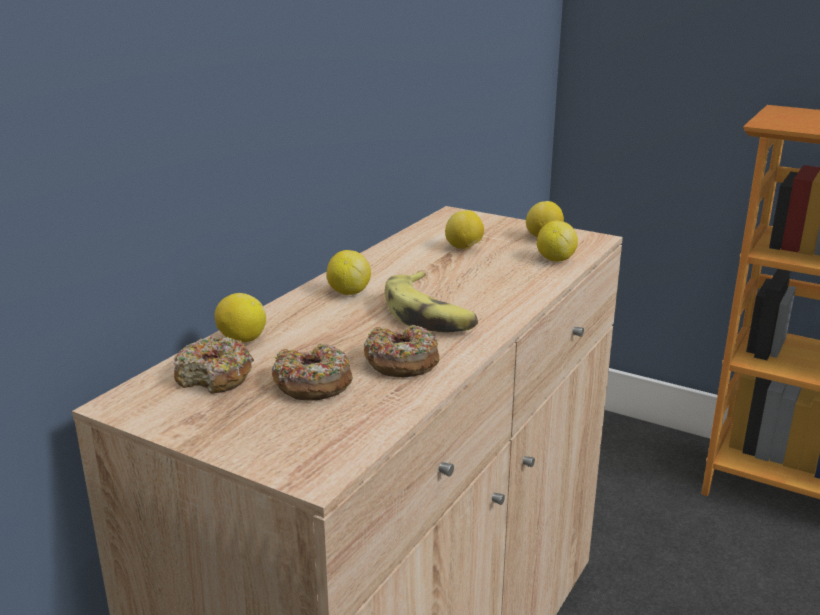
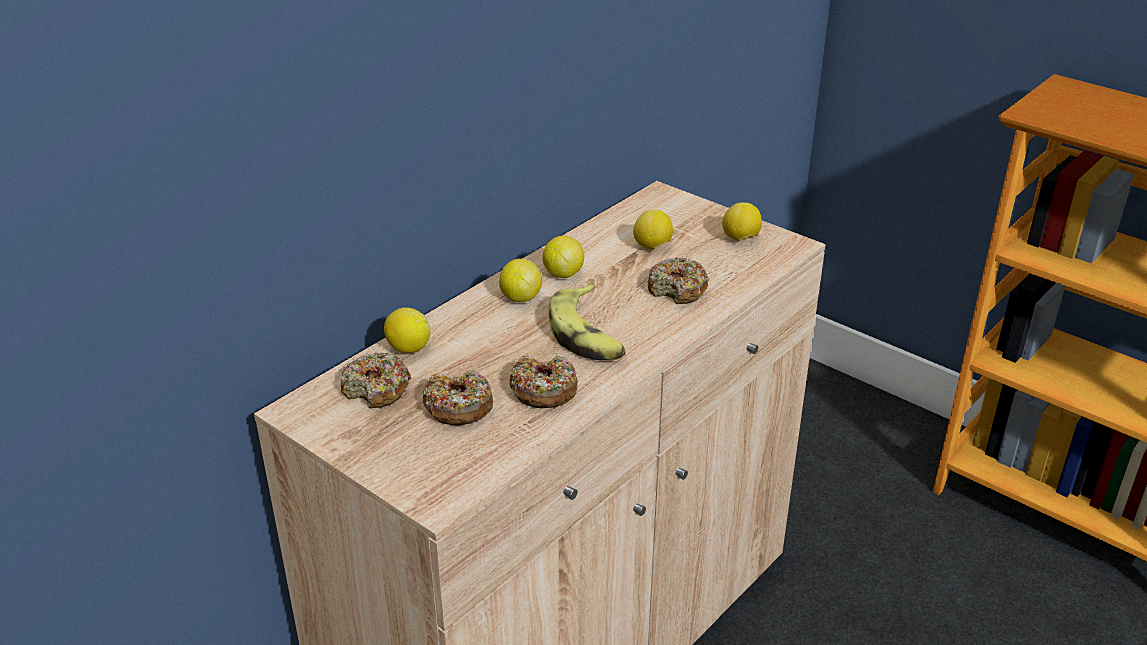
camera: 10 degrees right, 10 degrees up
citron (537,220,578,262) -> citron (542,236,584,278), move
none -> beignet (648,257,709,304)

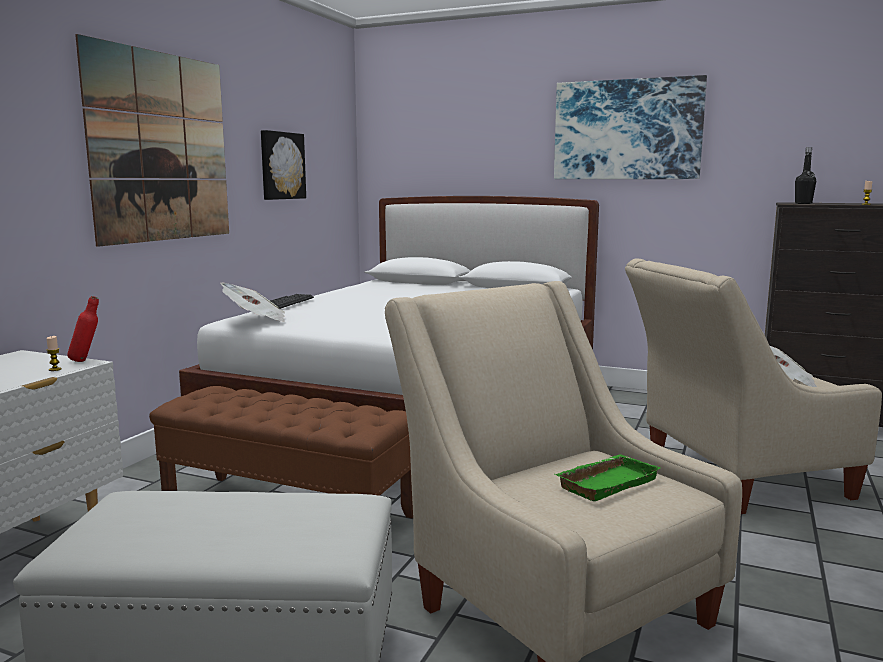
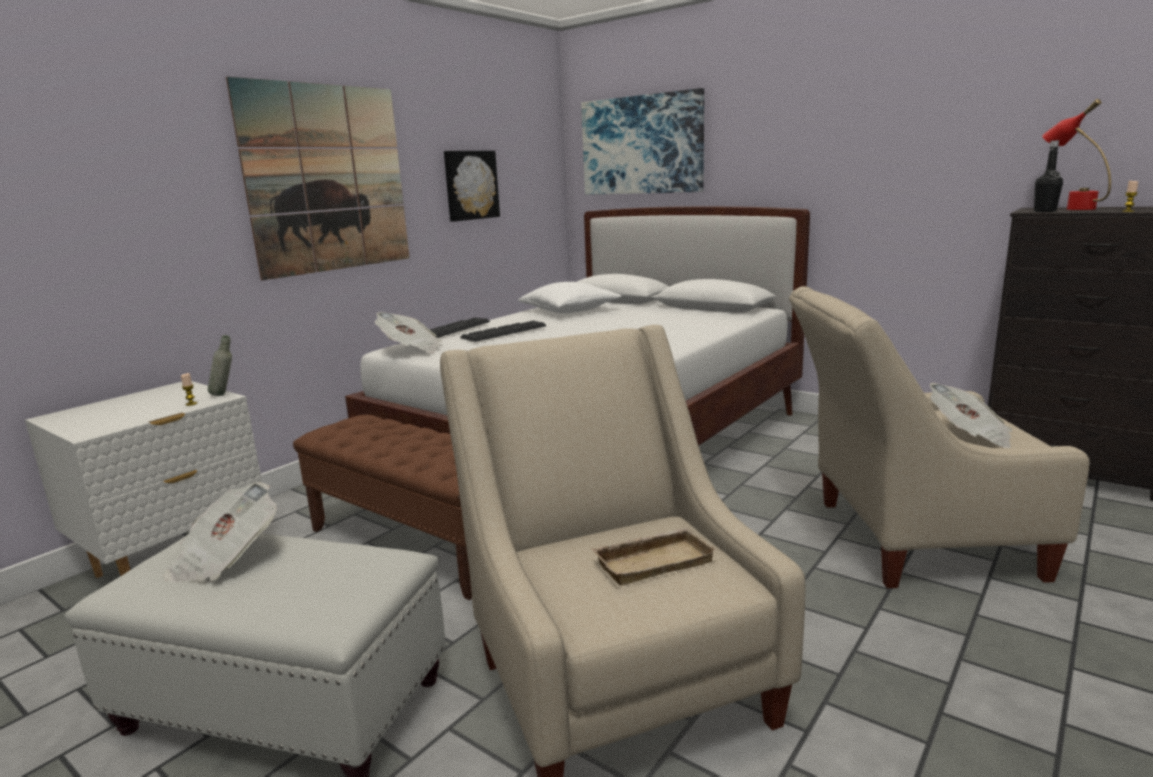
camera: 15 degrees right, 5 degrees up
none -> journal (164,482,277,582)
bouteille [rouge] (68,296,99,362) -> bouteille [gris] (208,335,232,396)
none -> clavier (460,321,546,342)
none -> coussin [blanc] (518,282,622,313)
tableau (554,75,707,179) -> tableau (581,88,704,195), move
plateau [vert] (555,454,660,501) -> plateau [beige] (592,528,717,585)
none -> lampe de table [rouge] (1042,99,1111,210)

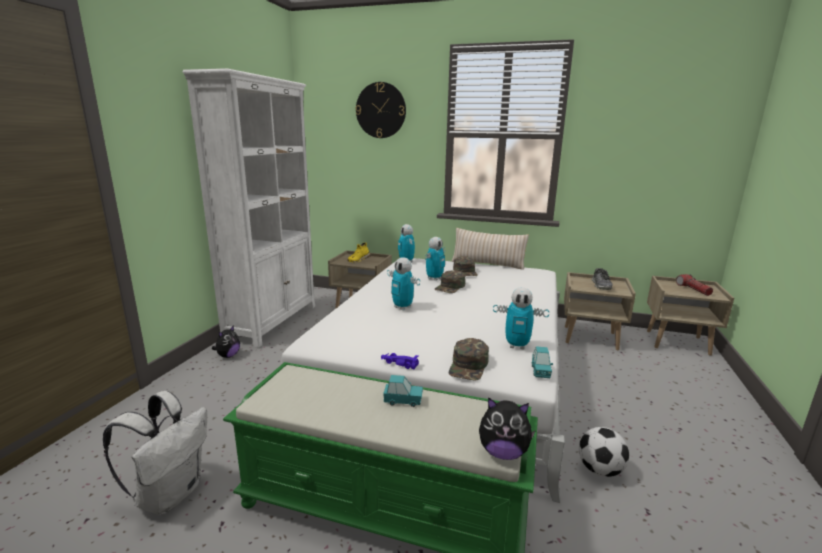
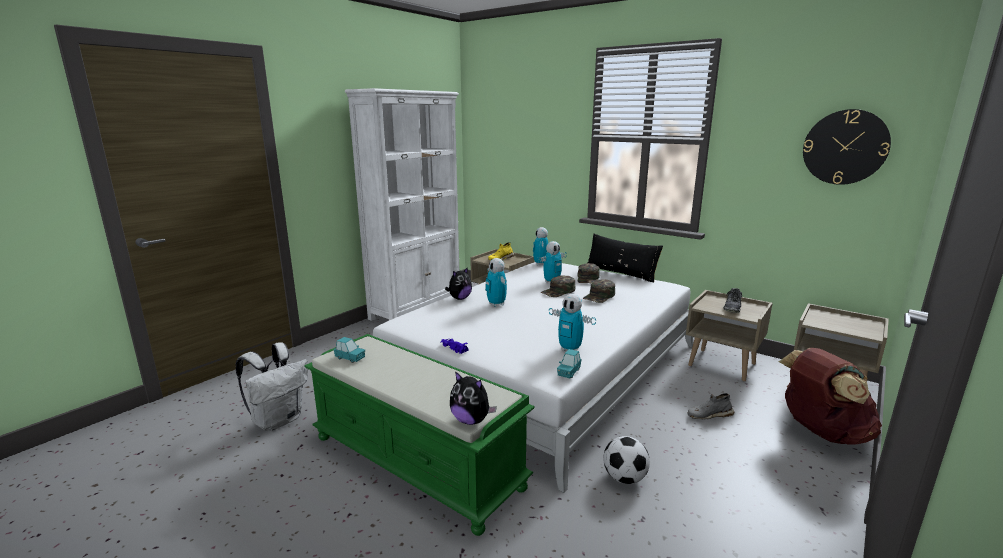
camera: 20 degrees right, 0 degrees up
petite voiture [turquoise] (383,375,423,407) -> petite voiture [turquoise] (334,337,365,363), move
peluche (212,325,240,358) -> peluche (445,267,472,300), move
casquette [vert] (449,338,489,381) -> casquette [vert] (583,279,615,303), move
coussin [beige] (451,228,529,270) -> coussin [noir] (588,234,663,282)
none -> chaussure [gris] (687,393,735,419)
none -> sac à dos [marron] (778,348,882,444)
horloge murale (355,82,406,138) -> horloge murale (803,109,891,185), move
lampe de poche (676,274,713,296) -> none

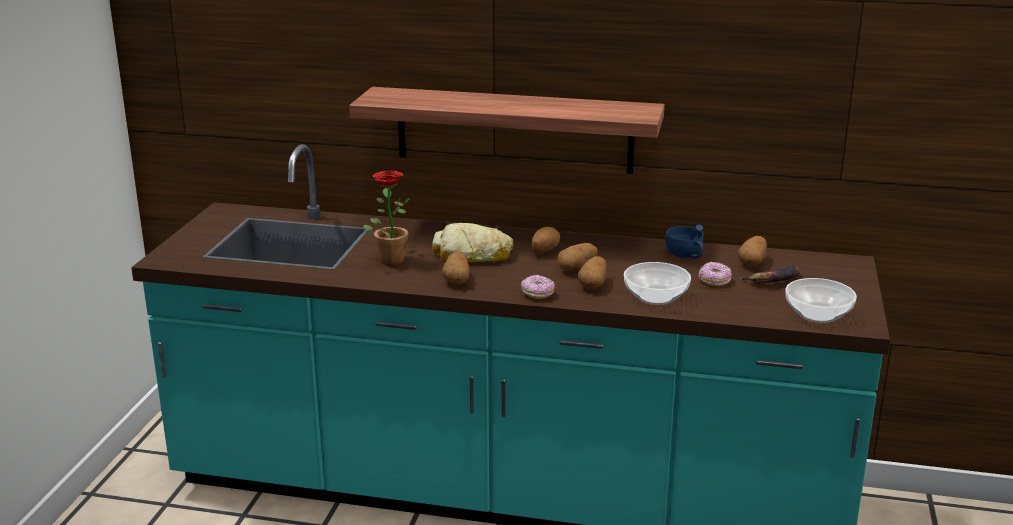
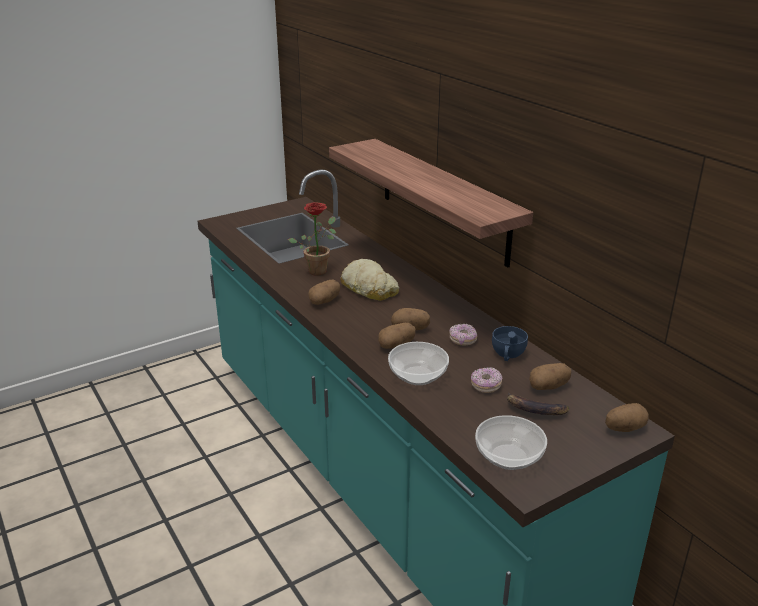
camera: 45 degrees right, 5 degrees up
beignet (521,275,555,299) -> beignet (449,324,477,345), move
pomme de terre (531,227,560,254) -> pomme de terre (605,403,649,432), move

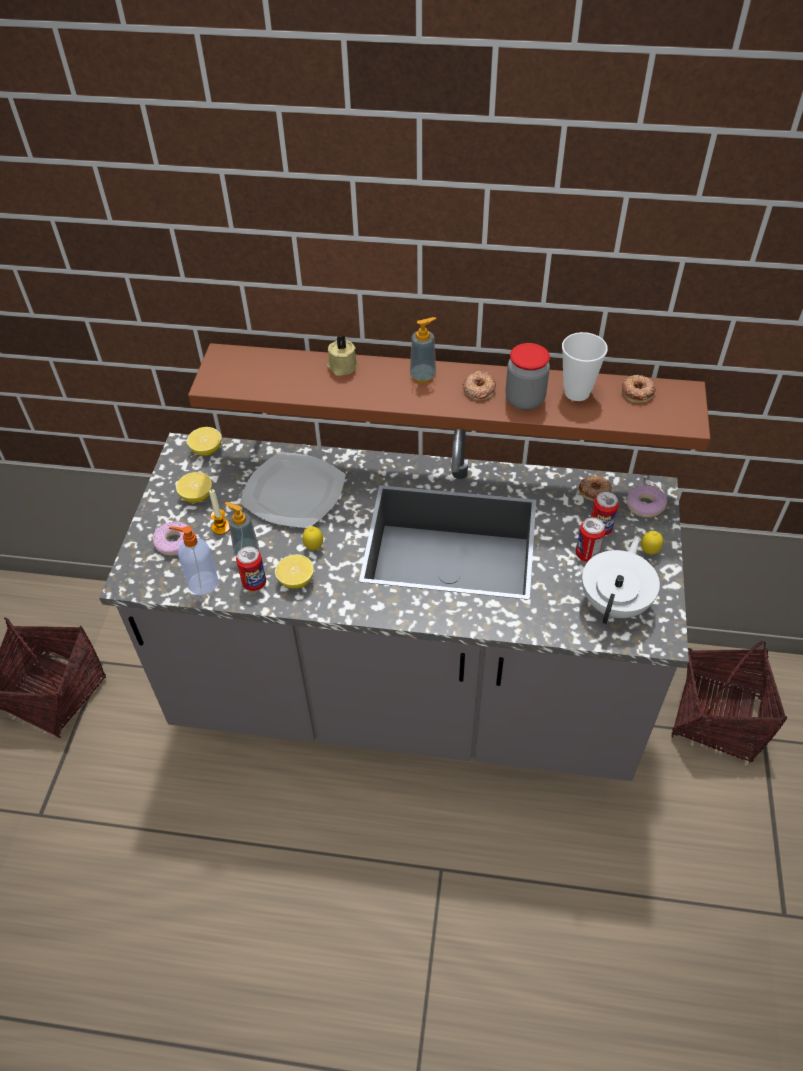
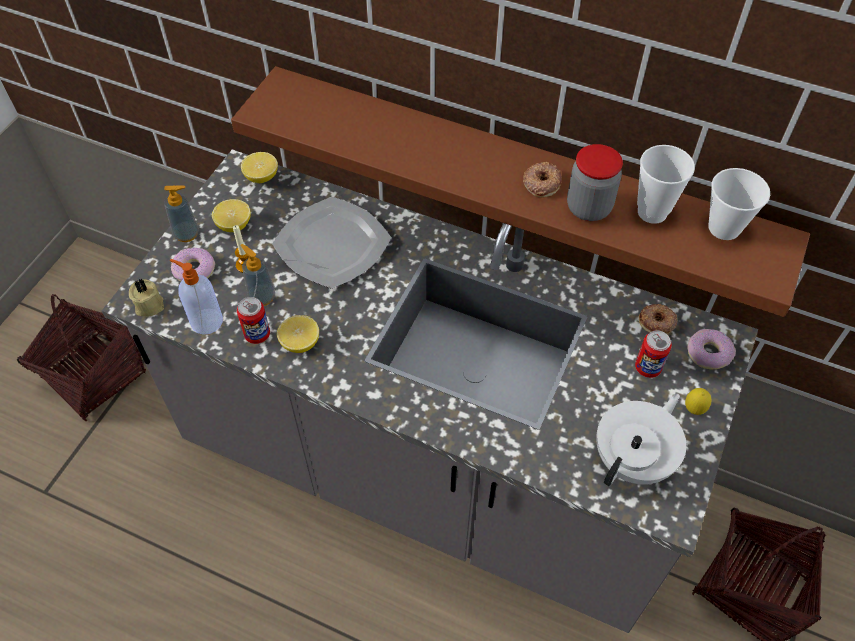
camera: 15 degrees right, 5 degrees up
bougie [beige] (327,335,358,376) -> bougie [beige] (129,279,164,316), move
distributeur de savon (410,317,437,383) -> distributeur de savon (164,185,199,242), move
beignet (622,375,656,403) -> tasse (709,168,770,240)
citron (302,526,323,550) -> none
boîte métallique (576,517,605,562) -> none

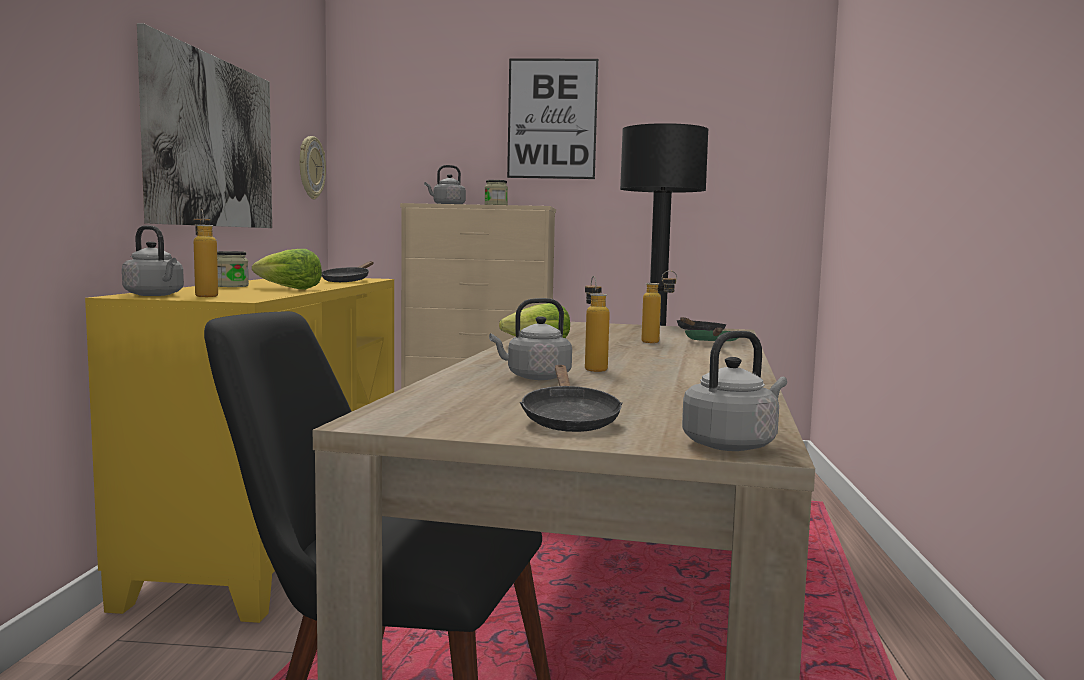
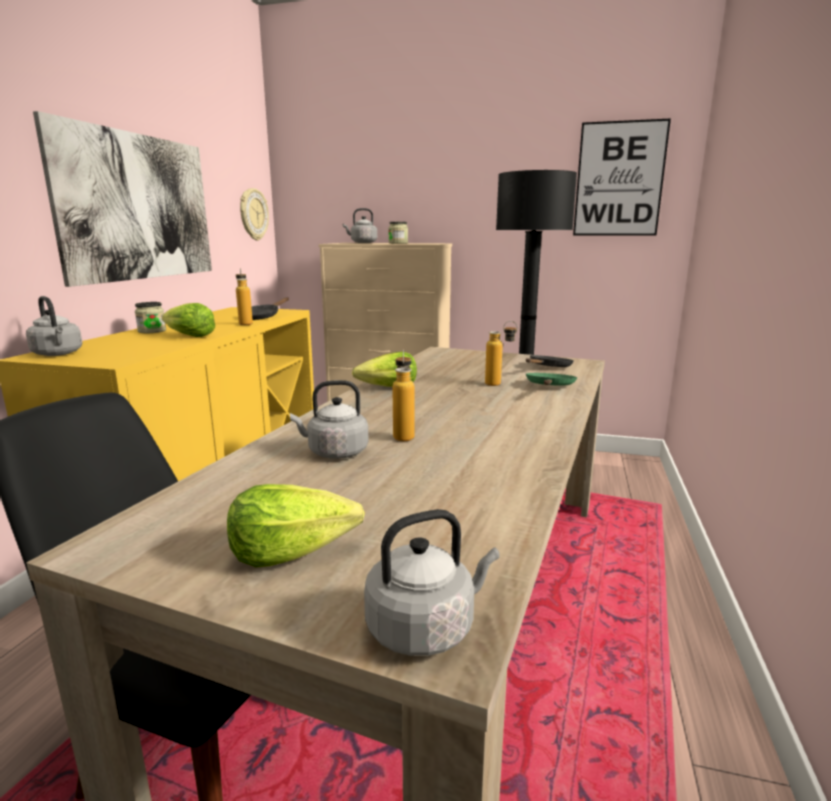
camera: 10 degrees right, 10 degrees up
poêle [noir] (520,365,623,432) -> laitue (227,484,365,568)
bouteille (194,209,218,297) -> bouteille (236,268,253,325), move
tableau (507,58,598,179) -> tableau (573,118,671,236), move

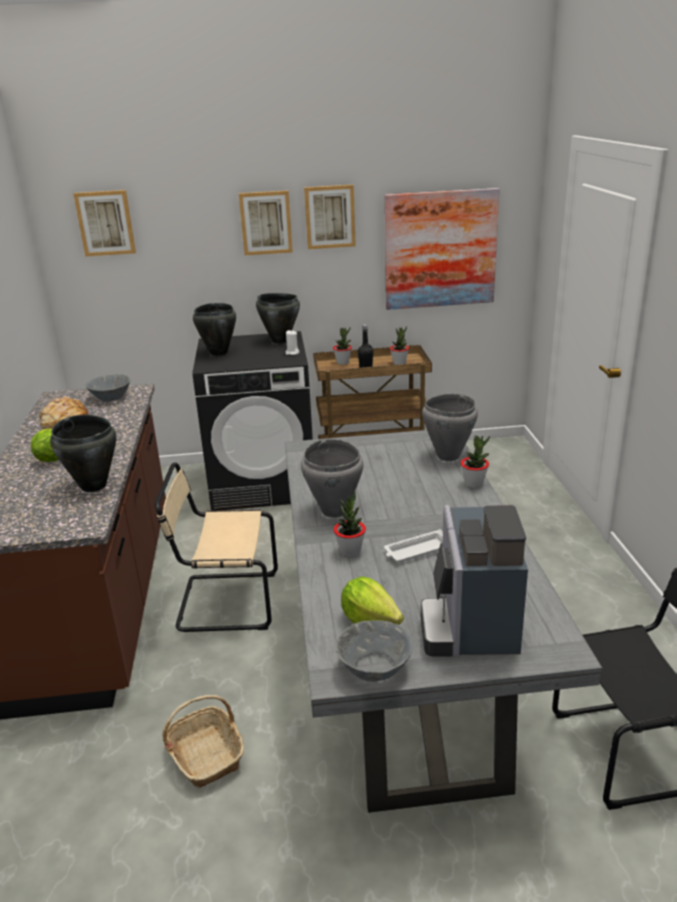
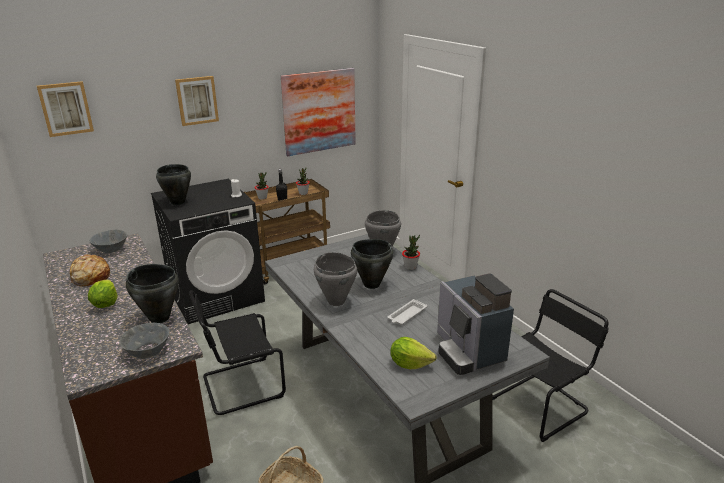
camera: 25 degrees left, 0 degrees up
bol [gris] (336,620,413,682) -> bol [gris] (119,323,169,359), move
chaise [beige] (155,462,278,632) -> chaise [noir] (189,290,286,415)
marmite [noir] (256,293,300,344) -> marmite [noir] (351,239,394,289), move
tableau (304,185,356,249) -> none
plante en pot (334,492,366,557) -> none

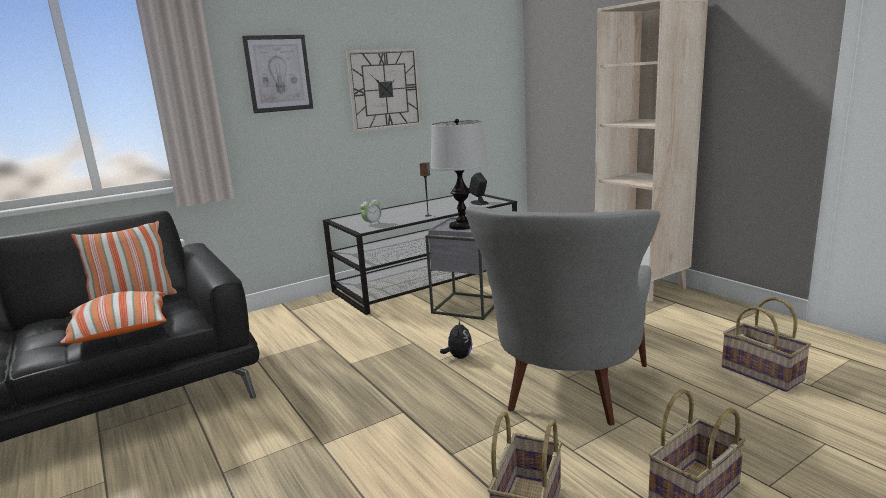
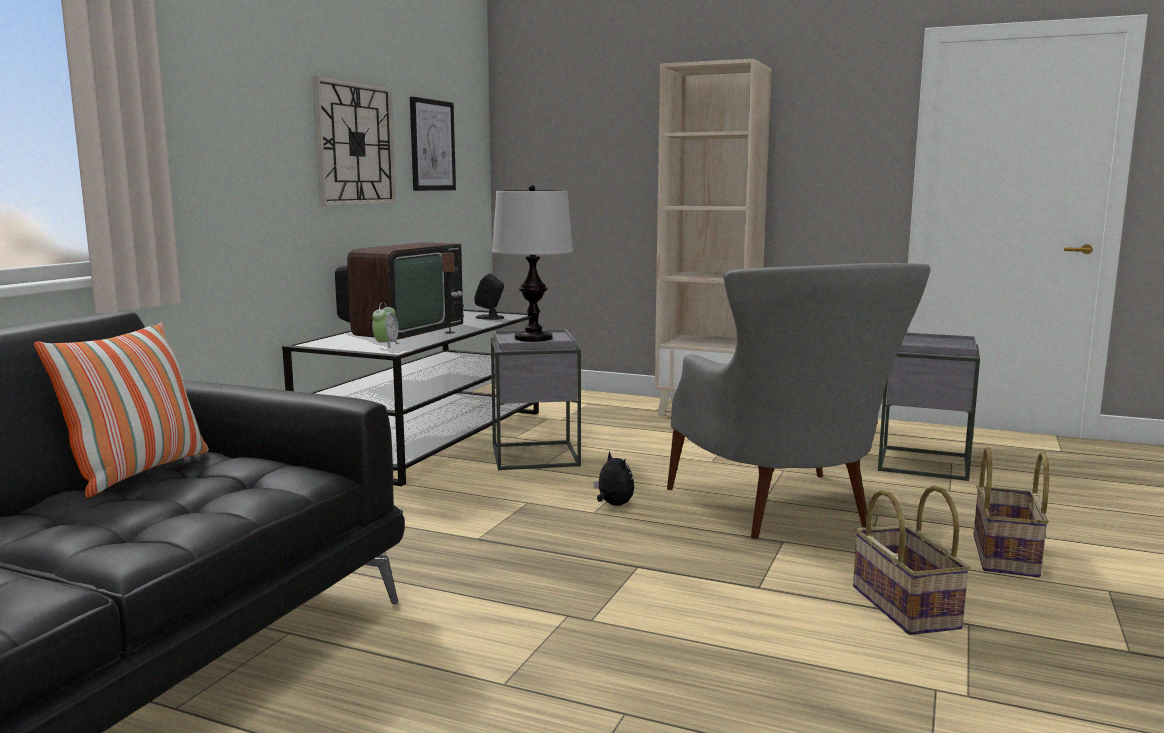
camera: 35 degrees left, 5 degrees down
none -> téléviseur (335,242,464,340)
tableau (242,35,313,113) -> tableau (410,97,456,191), move
panier (722,297,811,392) -> table d'appoint [gris] (878,333,980,481)
coussin (60,291,167,344) -> none

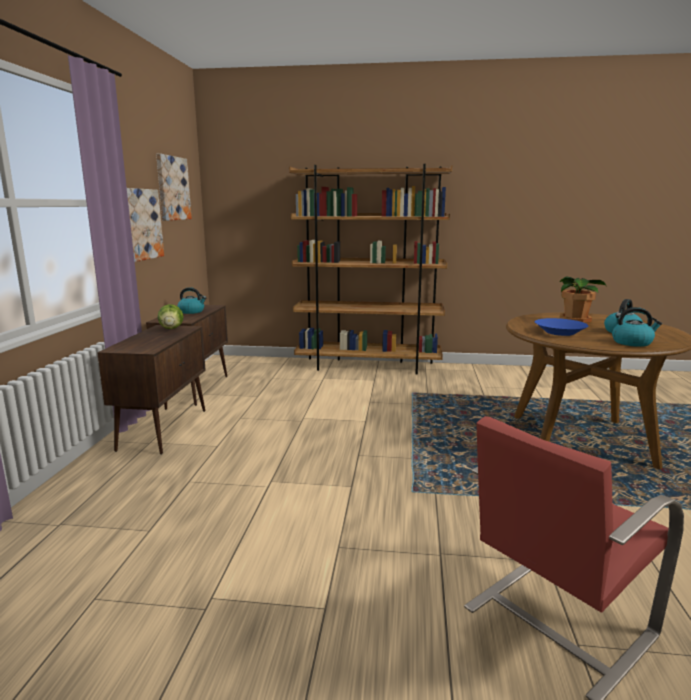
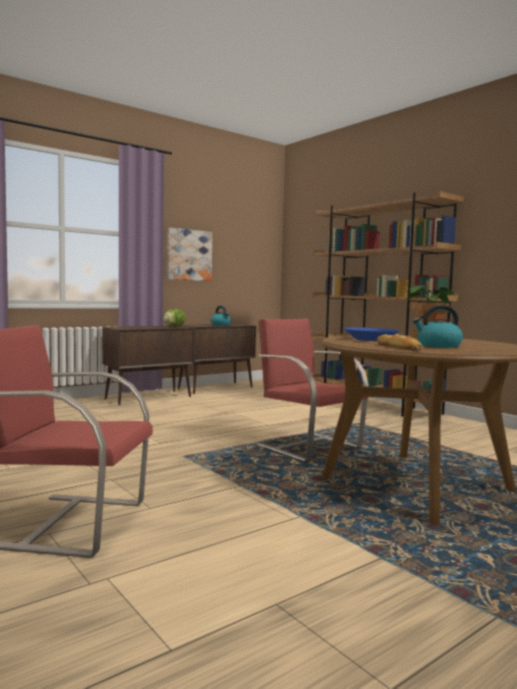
camera: 45 degrees right, 10 degrees down
none -> chaise [rouge] (257,319,368,461)
bouilloire (612,307,662,347) -> pain (377,334,423,350)
tableau (156,154,192,221) -> none

